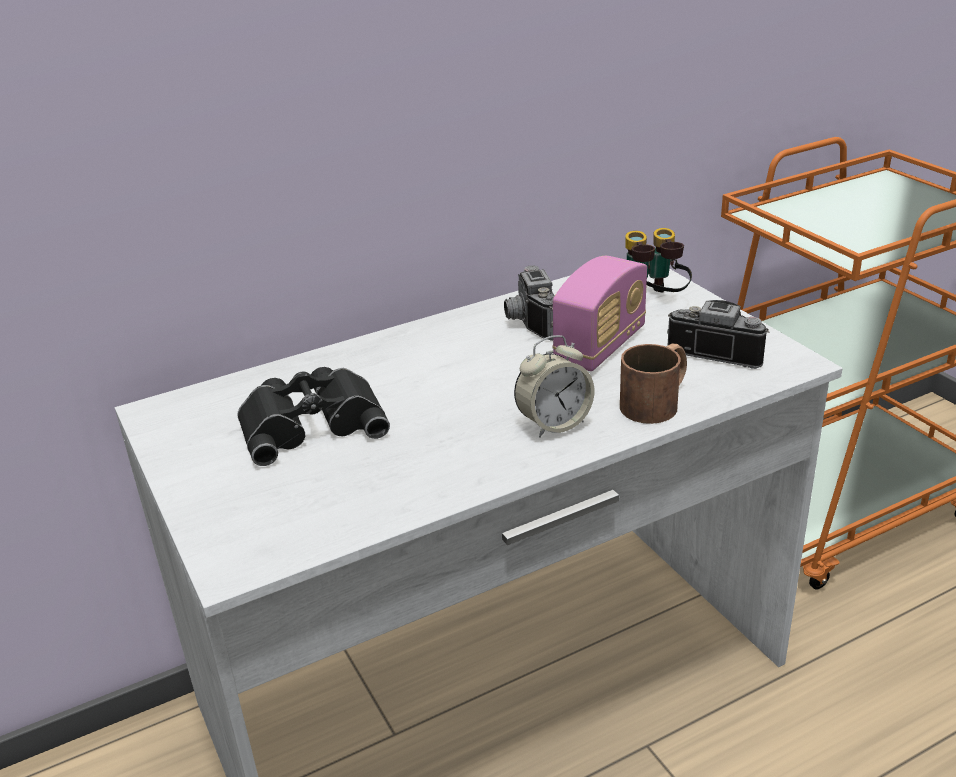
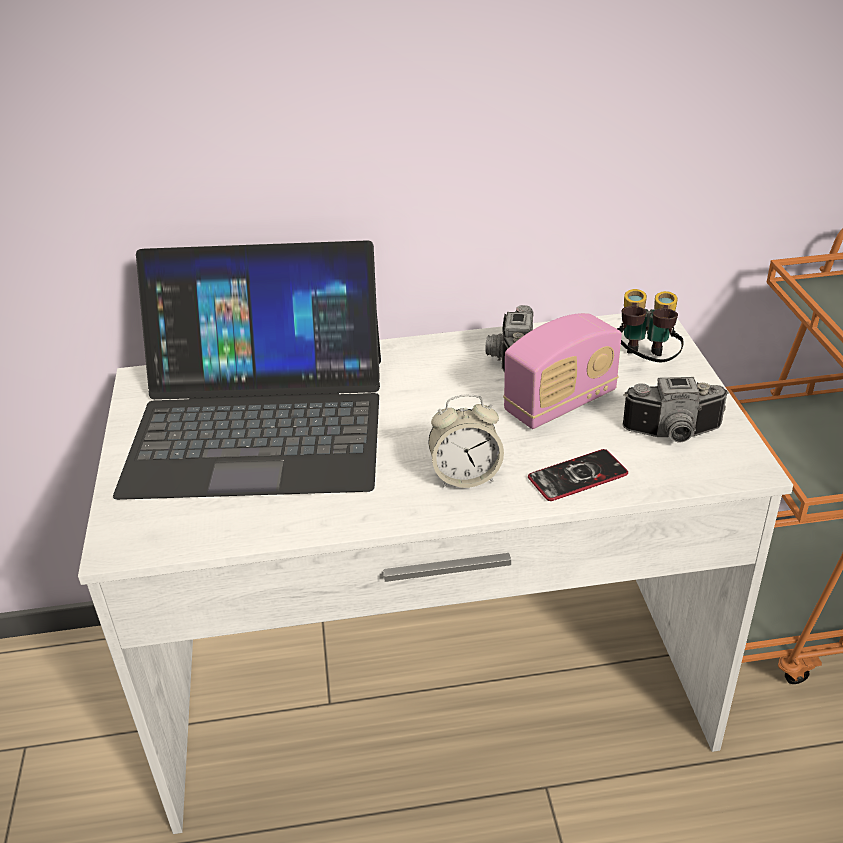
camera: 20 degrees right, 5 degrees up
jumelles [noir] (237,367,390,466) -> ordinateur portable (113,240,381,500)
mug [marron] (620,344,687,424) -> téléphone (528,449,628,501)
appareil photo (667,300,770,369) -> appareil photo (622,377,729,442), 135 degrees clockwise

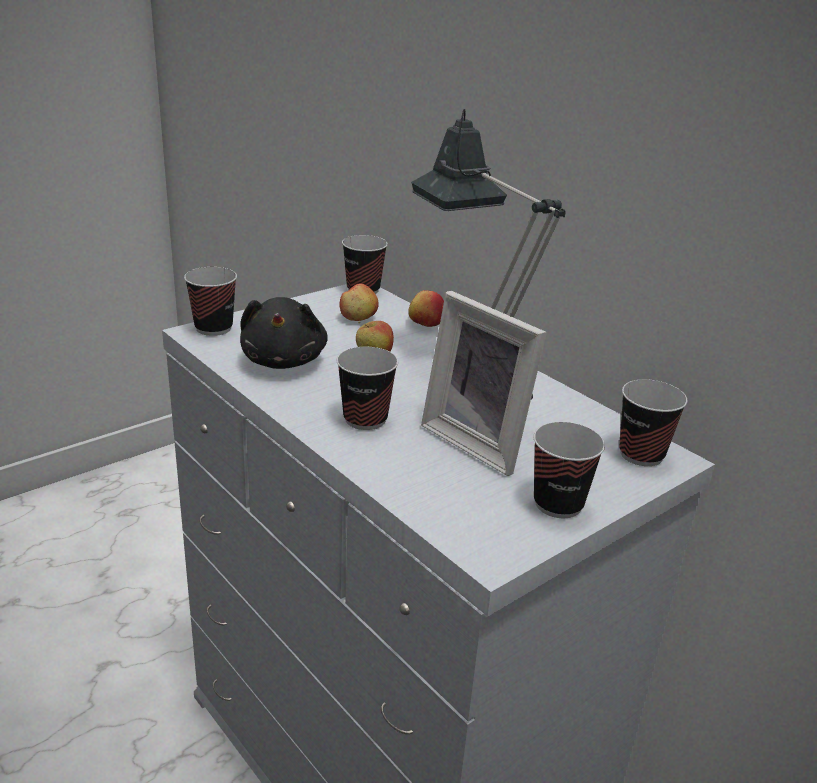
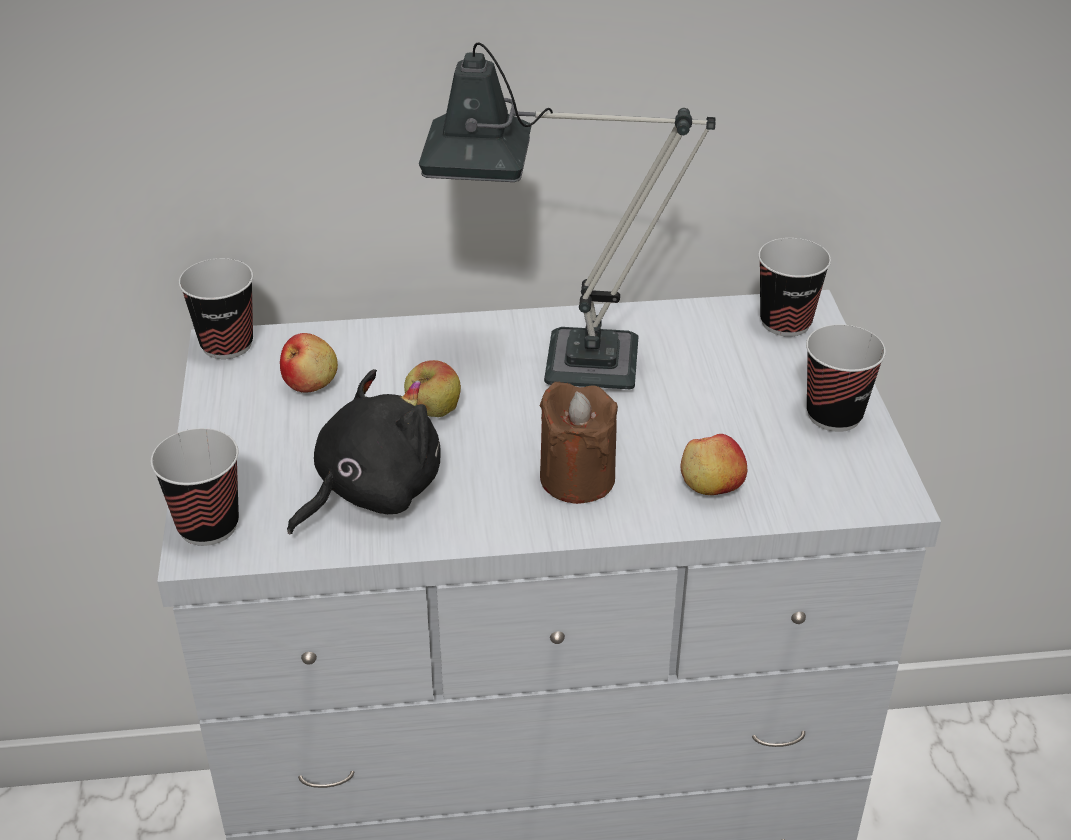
camera: 55 degrees left, 10 degrees up
peluche [noir] (240,297,328,369) -> peluche [noir] (287,369,441,535), 75 degrees counterclockwise
tasse (337,347,398,430) -> bougie [marron] (539,382,618,504)
pomme (408,290,444,327) -> pomme (680,434,747,495), move
cadre photo (421,291,547,476) -> none

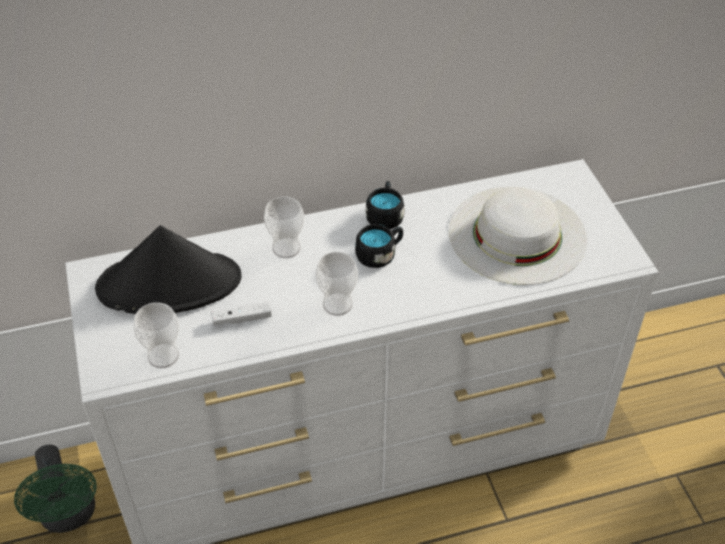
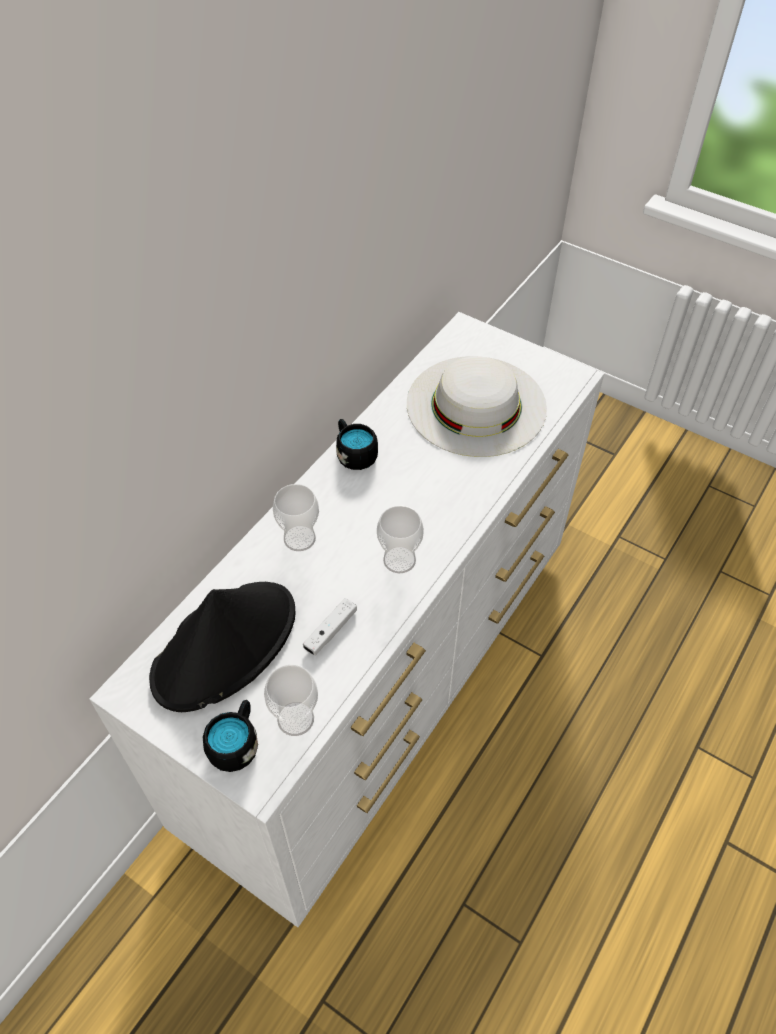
camera: 40 degrees left, 5 degrees up
mug [noir] (355,224,403,268) -> mug [noir] (203,700,258,772), move
ventilateur [vert] (14,445,97,533) -> none

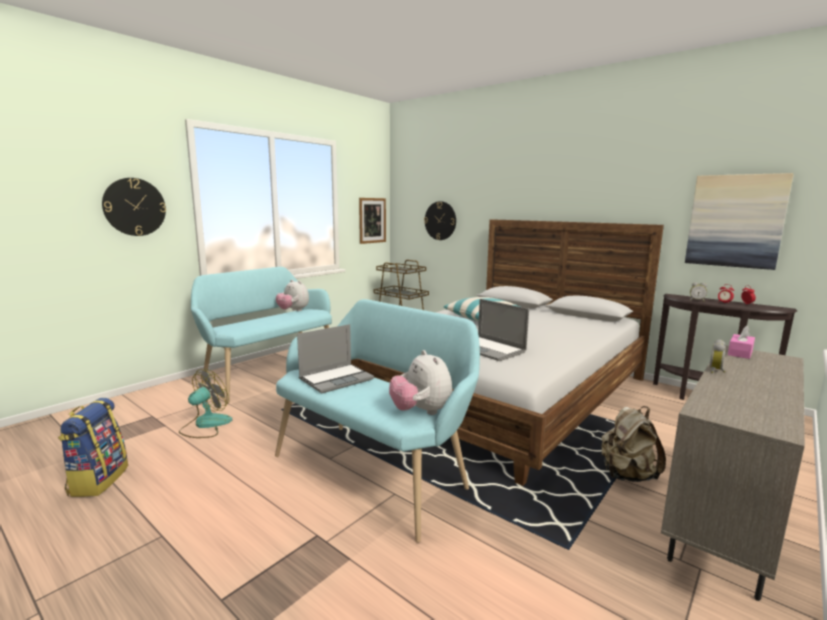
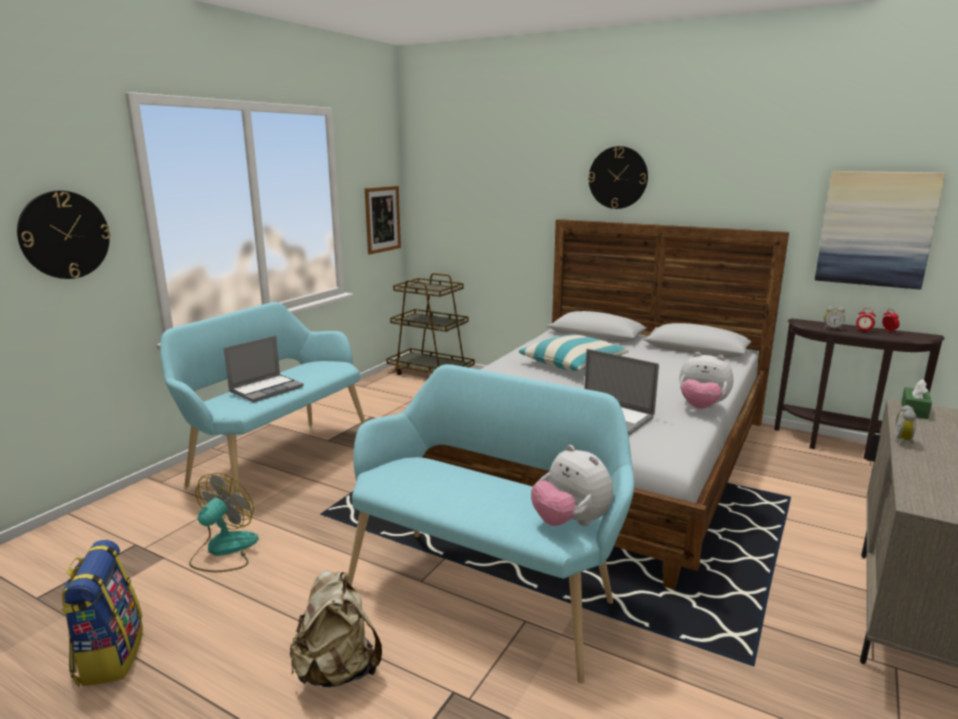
camera: 10 degrees left, 5 degrees up
ordinateur portable (297,324,374,393) -> ordinateur portable (224,336,304,402), move
sac à dos [beige] (601,406,666,482) -> sac à dos [beige] (290,571,382,687), move
horloge murale (424,201,456,240) -> horloge murale (588,146,648,209), move
peluche (276,280,309,311) -> peluche (680,352,734,409), move
boîte à mouchoirs [rose] (728,326,755,359) -> boîte à mouchoirs [vert] (901,379,932,419)

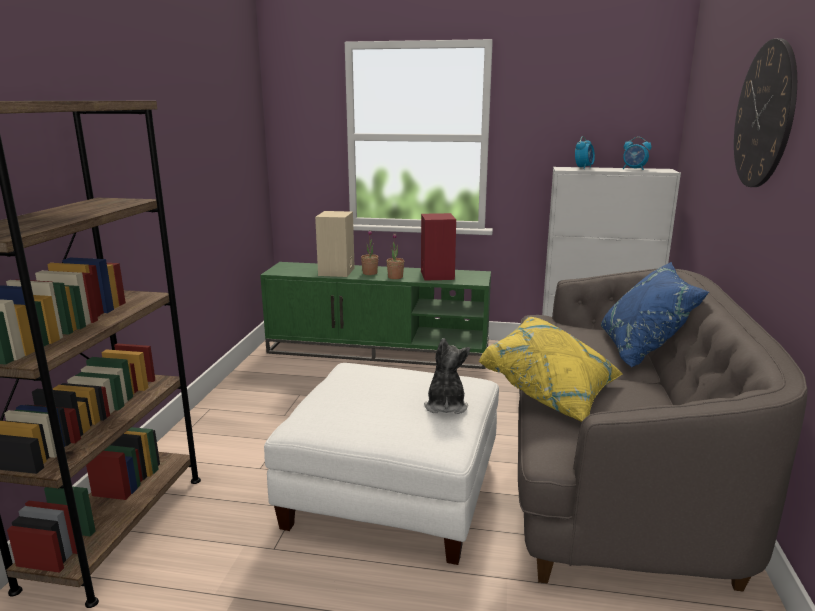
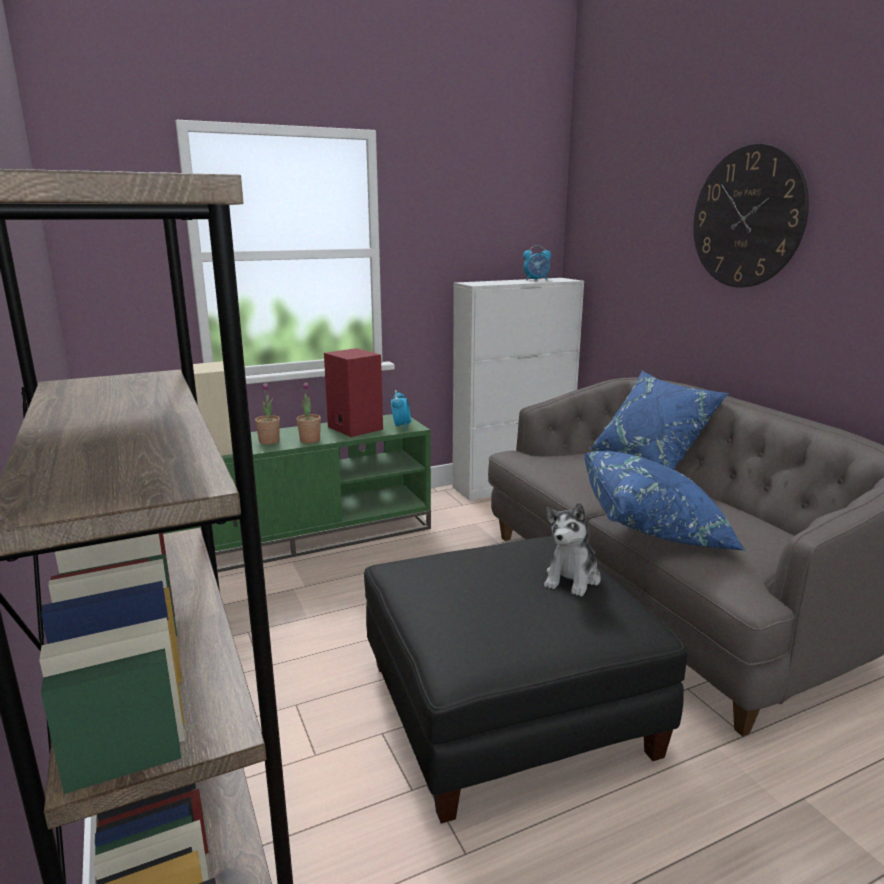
camera: 35 degrees left, 0 degrees up
pouf [blanc] (264,363,499,565) -> pouf [noir] (364,536,687,824)
réveil (575,136,595,169) -> réveil (391,390,411,430), move
peluche (424,338,470,414) -> peluche (544,503,601,596), 120 degrees counterclockwise
coussin [jaune] (478,317,623,422) -> coussin [bleu] (584,451,746,551)

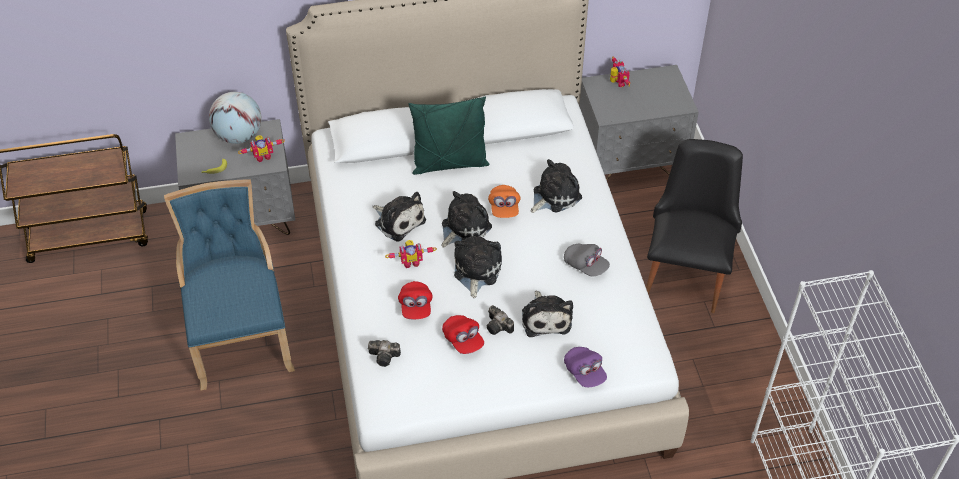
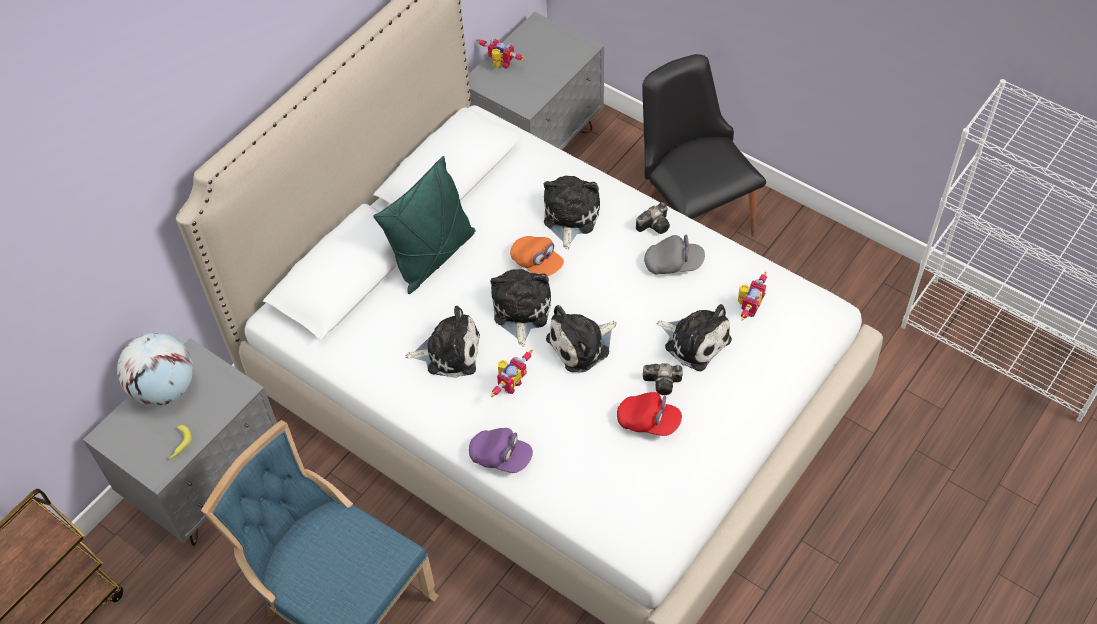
camera: 40 degrees left, 5 degrees up
casquette [violet] (564,347,607,387) -> casquette [violet] (469,428,533,473), move
peluche (454,236,502,298) -> peluche (546,305,616,373), 90 degrees counterclockwise
appareil photo (368,340,401,367) -> appareil photo (636,202,670,234), move
robot jouet (238,135,285,162) -> robot jouet (738,272,767,321), move
casquette [rouge] (398,281,433,319) -> none

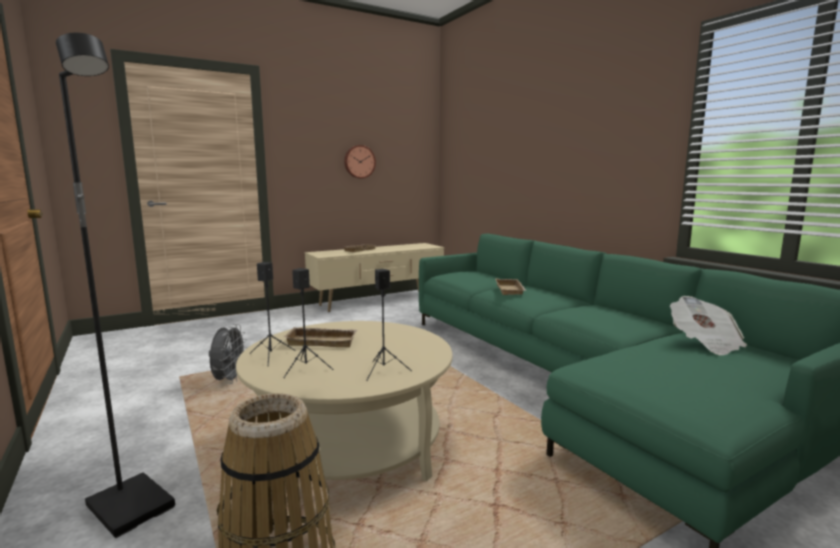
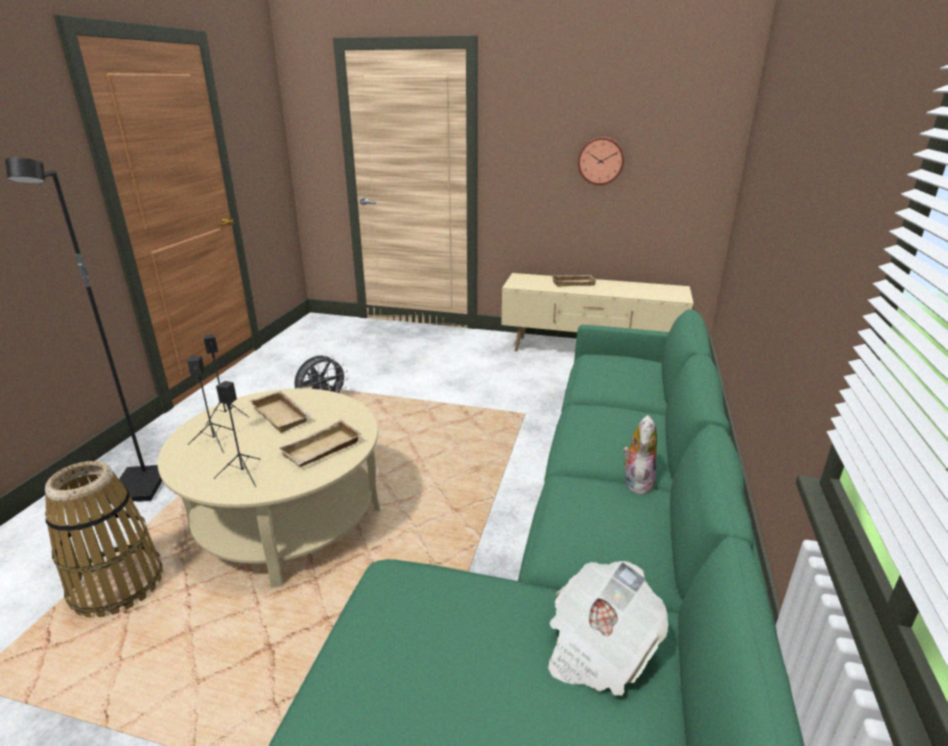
camera: 45 degrees right, 15 degrees up
plateau [beige] (495,278,527,295) -> plateau [beige] (279,420,362,467), move
none -> peluche (623,415,657,495)

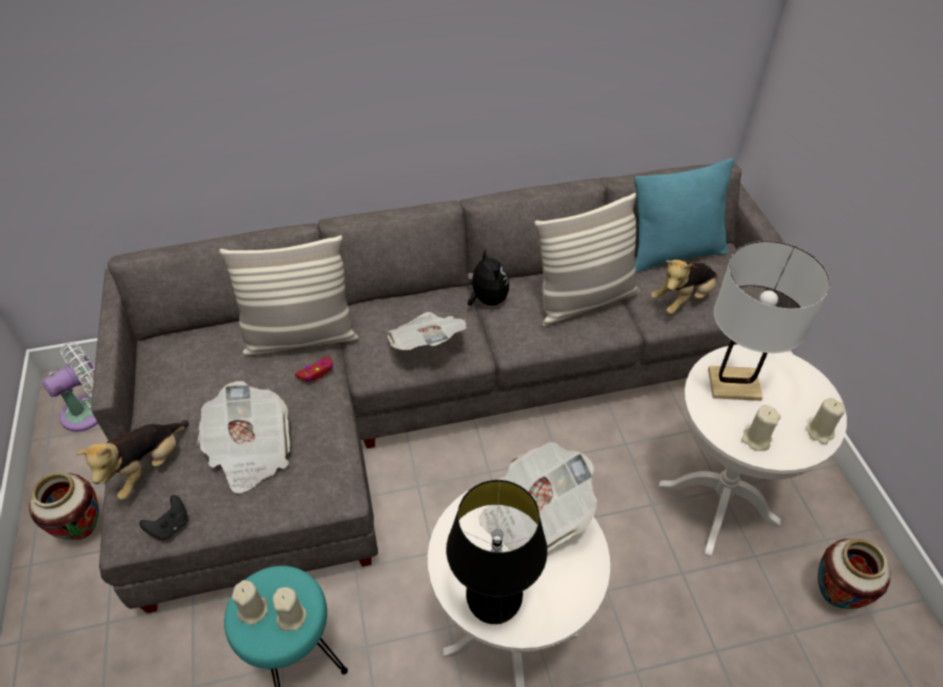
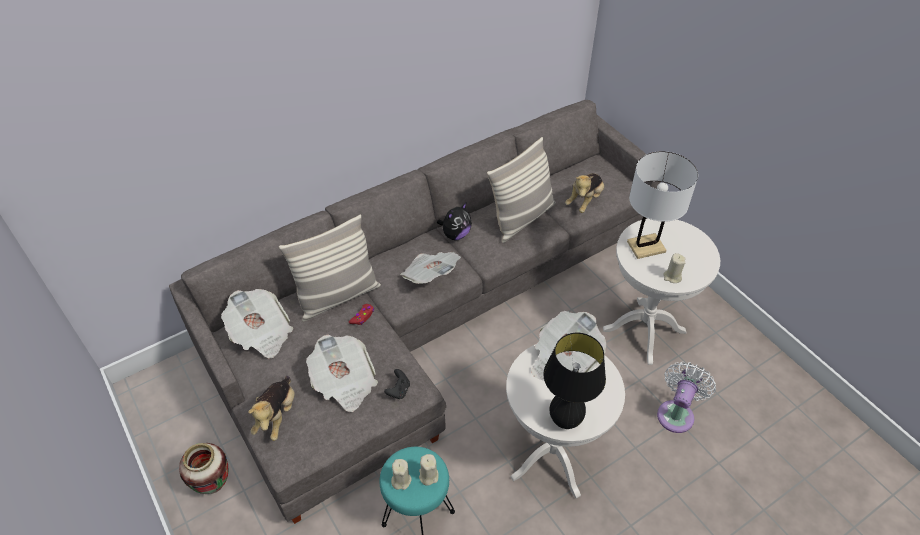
camera: 20 degrees left, 0 degrees up
none -> journal (221,289,293,359)
manette [noir] (139,495,188,540) -> manette [noir] (384,369,410,399), move
peluche (467,248,509,306) -> peluche (437,203,472,240), 90 degrees clockwise
ventilateur [blanc] (42,342,98,432) -> ventilateur [blanc] (657,362,716,433), move
coussin [turquoise] (634,158,734,273) -> none
bougie [beige] (806,398,845,445) -> none
vase (818,539,891,609) -> none

